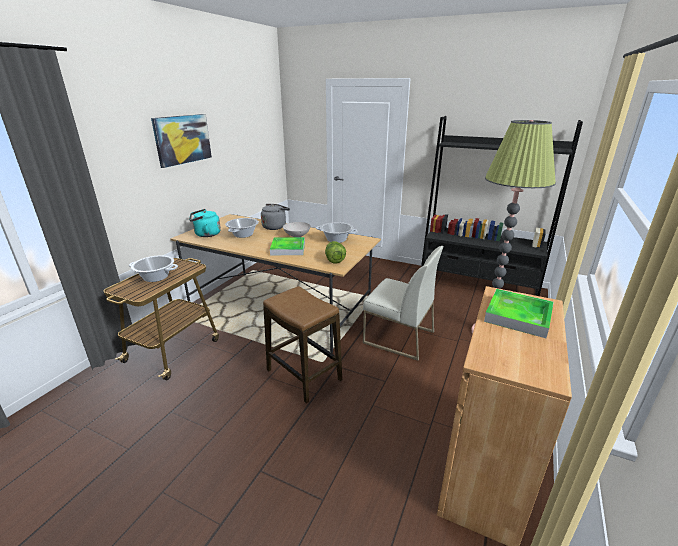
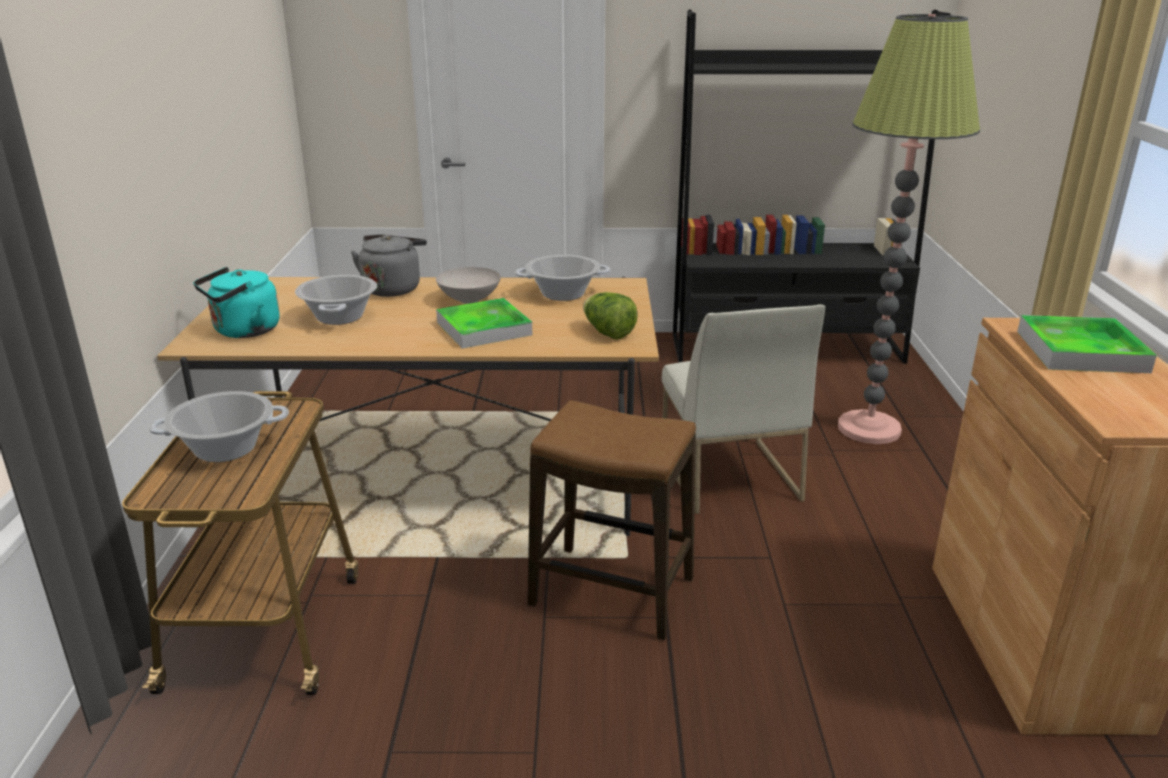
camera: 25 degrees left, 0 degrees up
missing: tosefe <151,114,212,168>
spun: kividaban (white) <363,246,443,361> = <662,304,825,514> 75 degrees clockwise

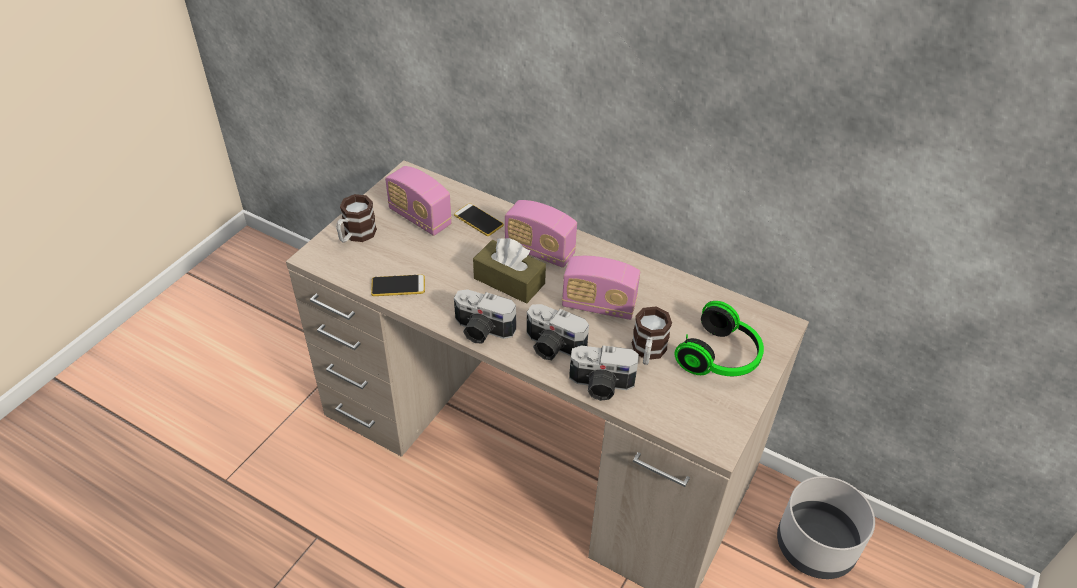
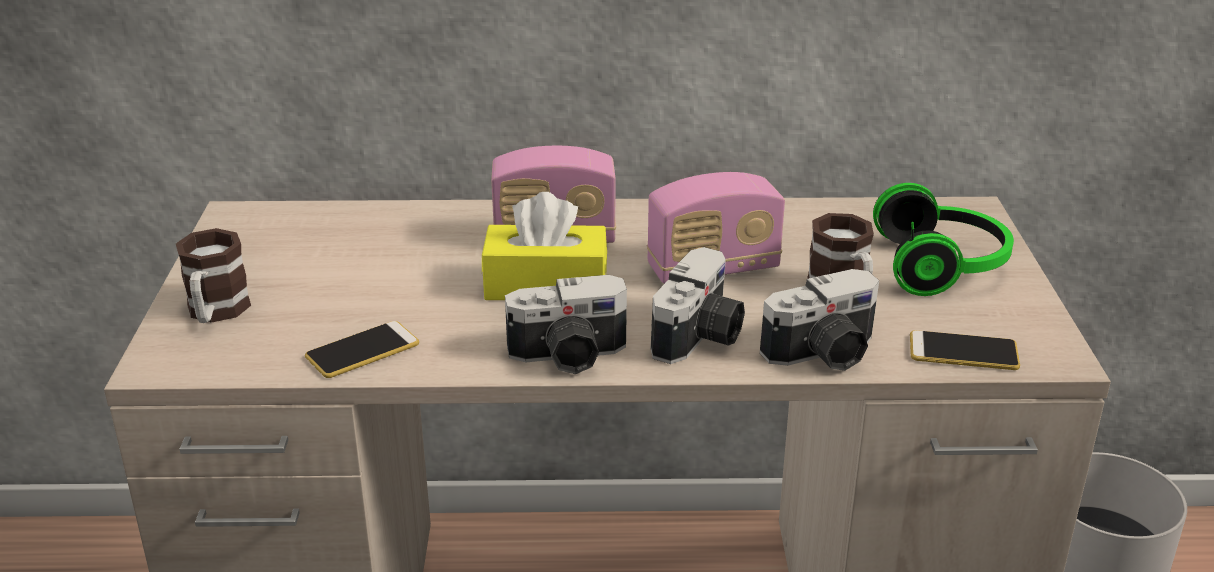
camera: 30 degrees left, 15 degrees down
missing: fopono <385,166,452,236>
relocated: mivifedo <454,203,504,236> to <910,330,1020,370>
colour: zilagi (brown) <473,238,546,304> to zilagi (yellow) <482,192,607,300>
spun: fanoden <527,304,589,360> = <651,247,745,364> 60 degrees counterclockwise

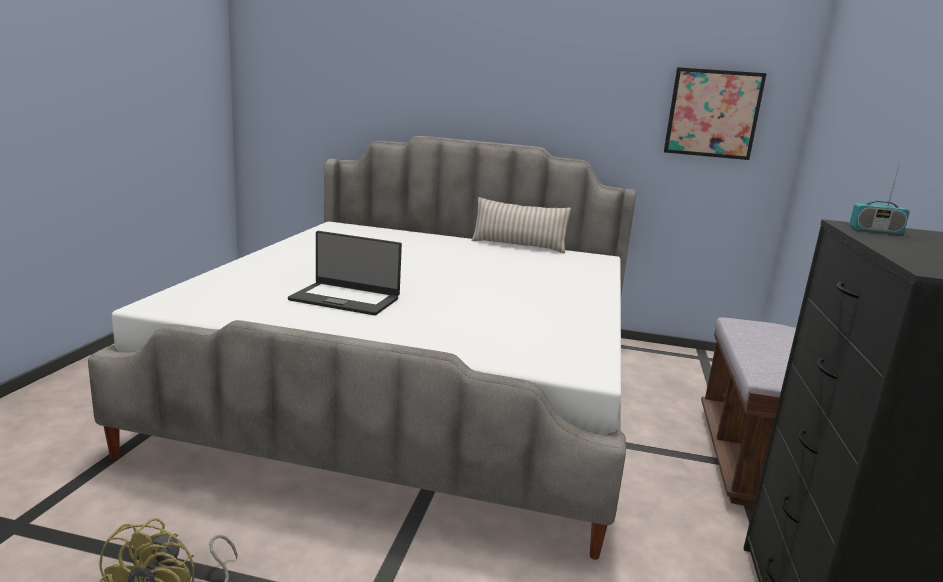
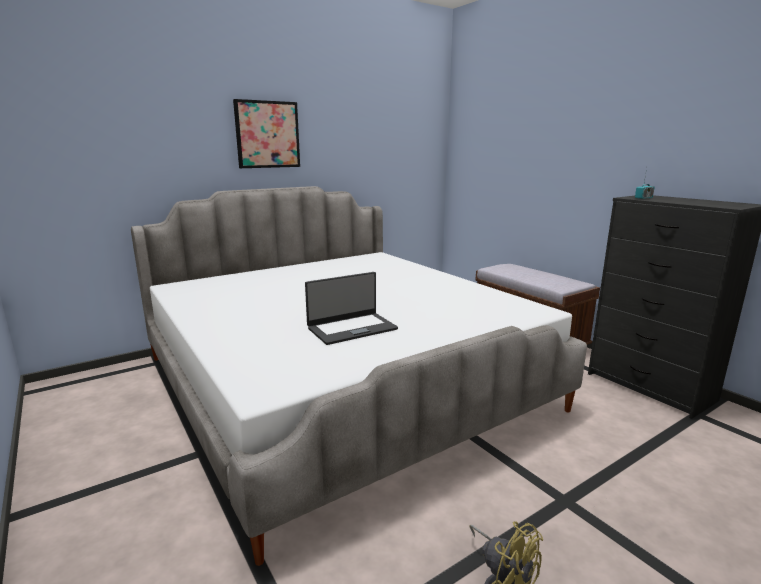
camera: 45 degrees left, 0 degrees up
missing: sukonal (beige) <471,197,571,253>
relocated: tosefe <664,67,767,160> to <233,99,300,168>

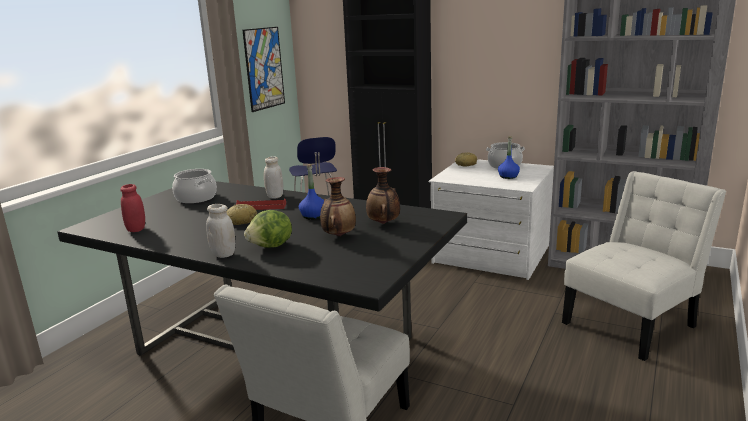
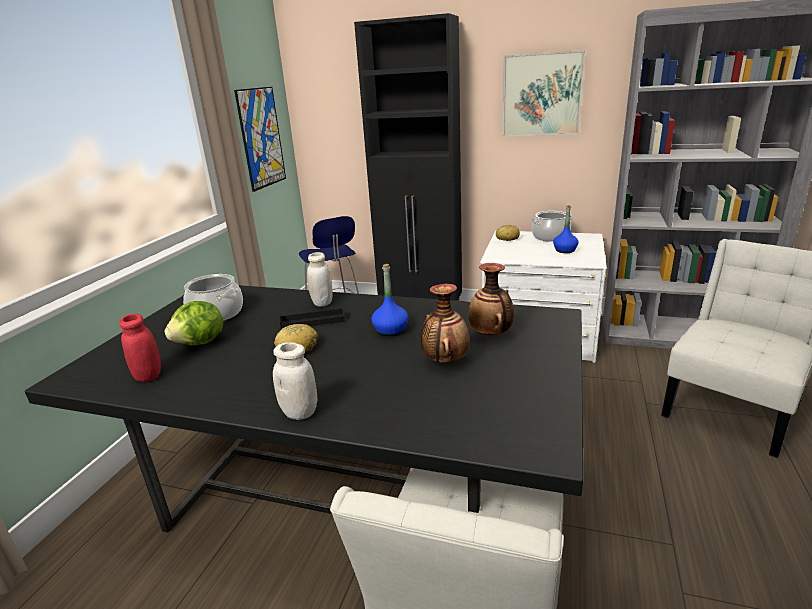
camera: 10 degrees left, 5 degrees up
appeared: tosefe <502,50,585,136>
relocated: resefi <244,210,292,248> to <164,301,223,346>
colour: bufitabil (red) <236,198,286,210> to bufitabil (black) <280,308,345,329>

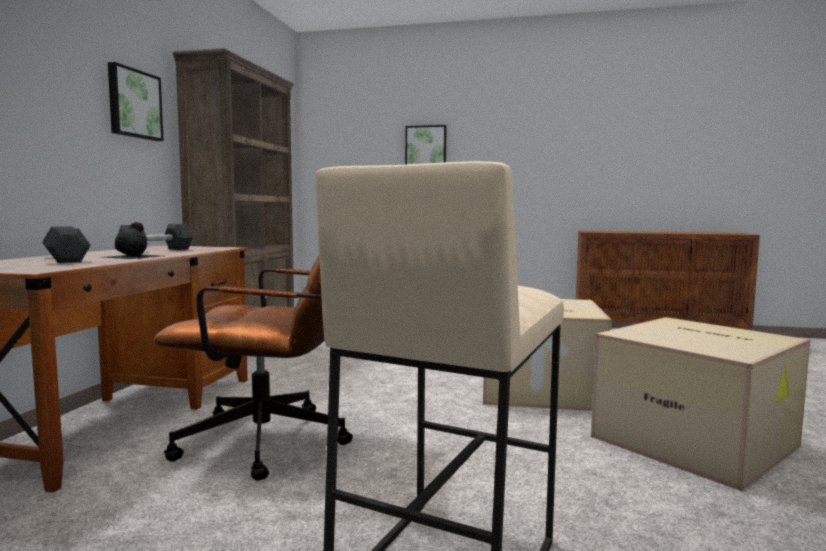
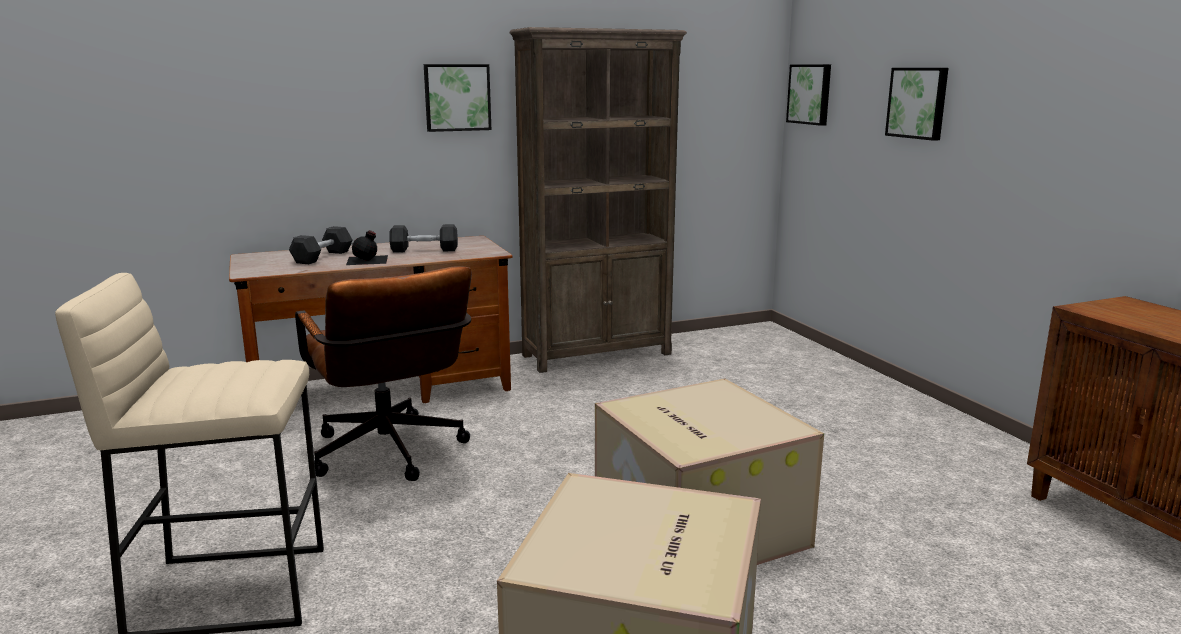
camera: 55 degrees right, 10 degrees up
appeared: tosefe <786,64,831,126>

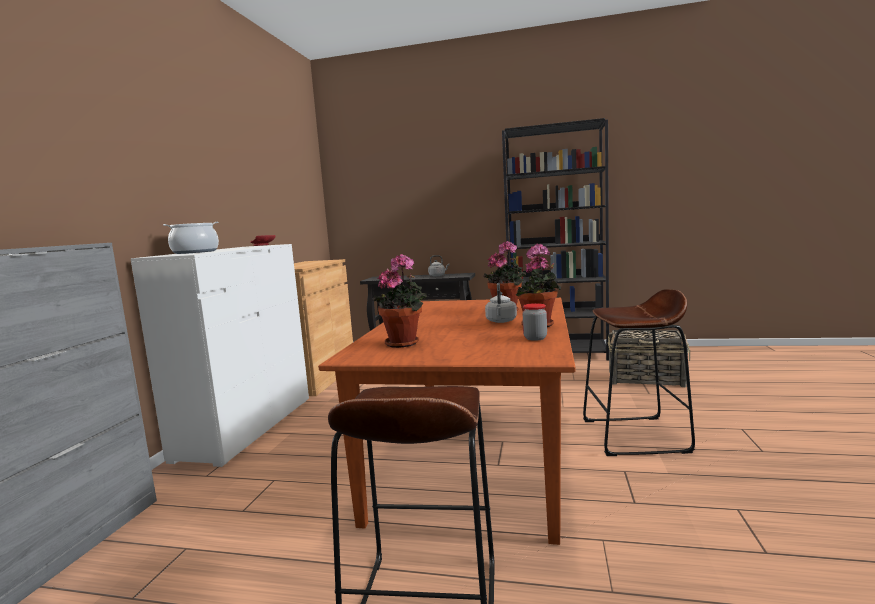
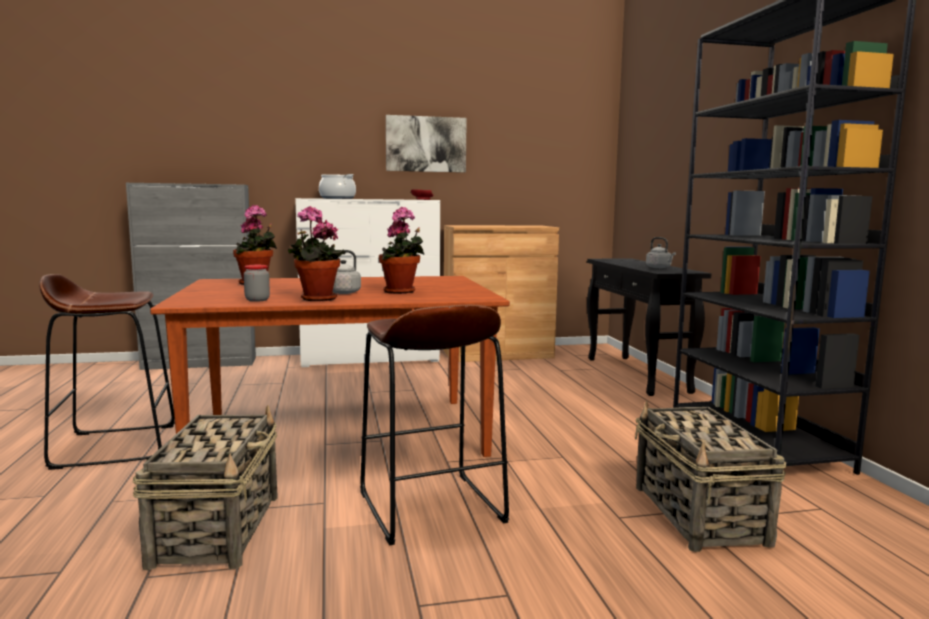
camera: 65 degrees right, 0 degrees up
appeared: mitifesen <132,405,278,570>; tosefe <386,115,467,173>

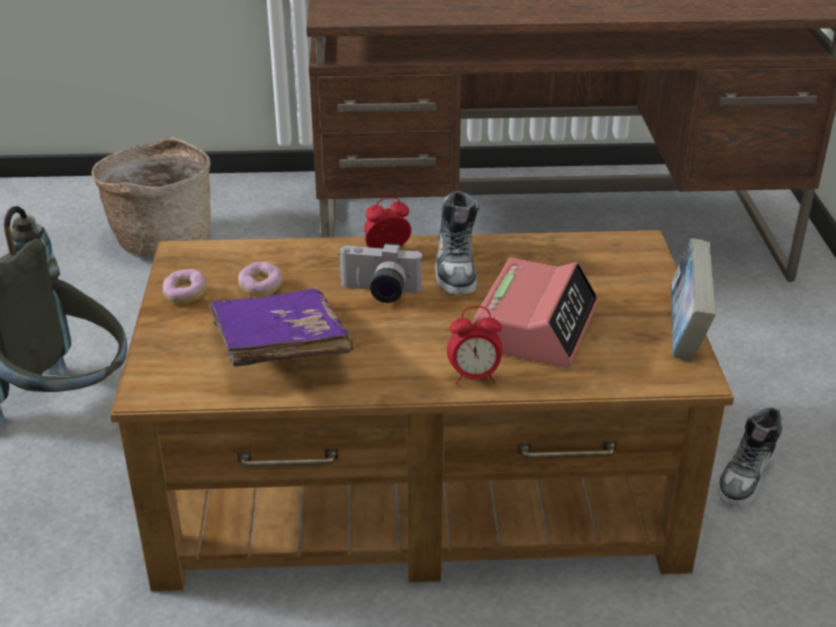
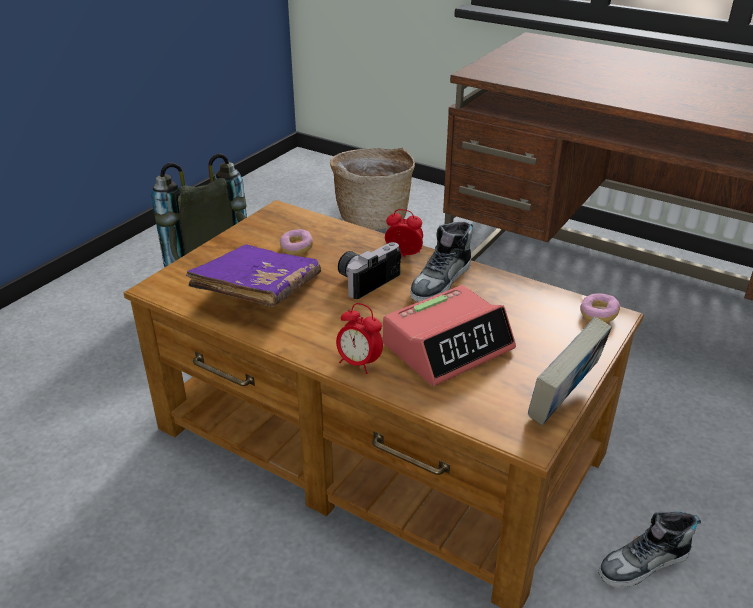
camera: 35 degrees right, 0 degrees up
relocated: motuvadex <163,269,206,304> to <580,293,620,323>
spun: fanoden <338,243,423,303> = <338,242,401,299> 90 degrees clockwise

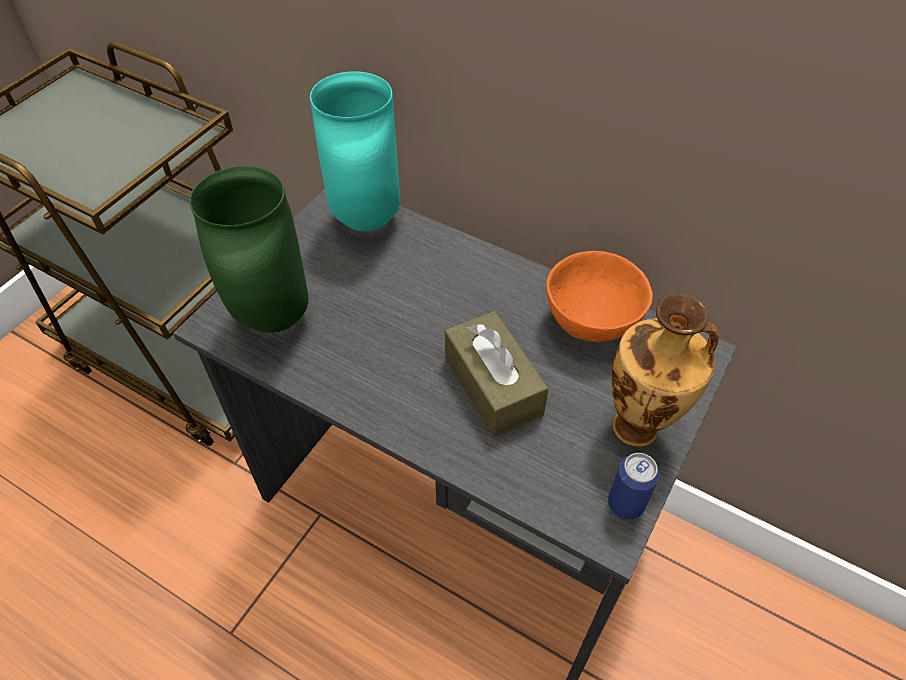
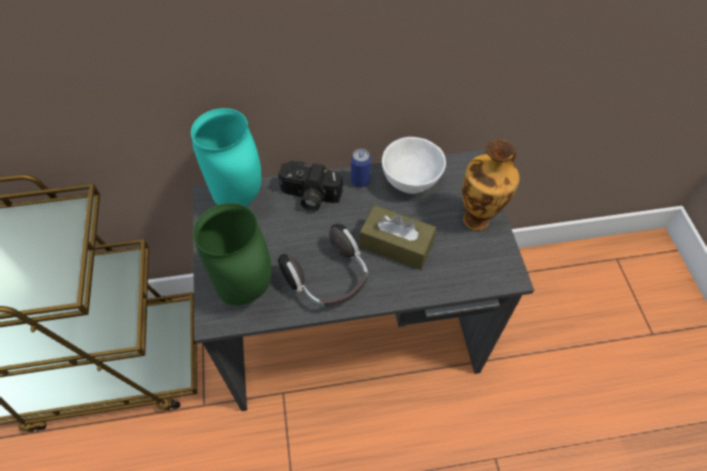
camera: 40 degrees left, 5 degrees up
appeared: fanoden <278,161,343,211>; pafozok <278,224,368,307>
relocated: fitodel <608,453,659,519> to <351,149,371,187>
colour: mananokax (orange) <546,251,653,342> to mananokax (white) <382,137,446,194>

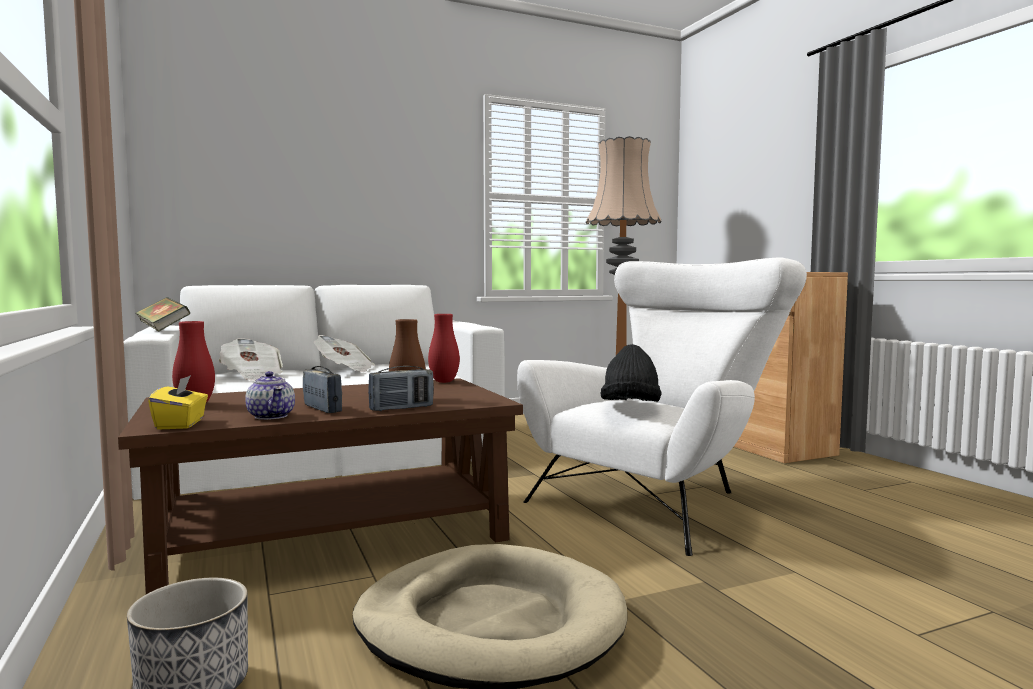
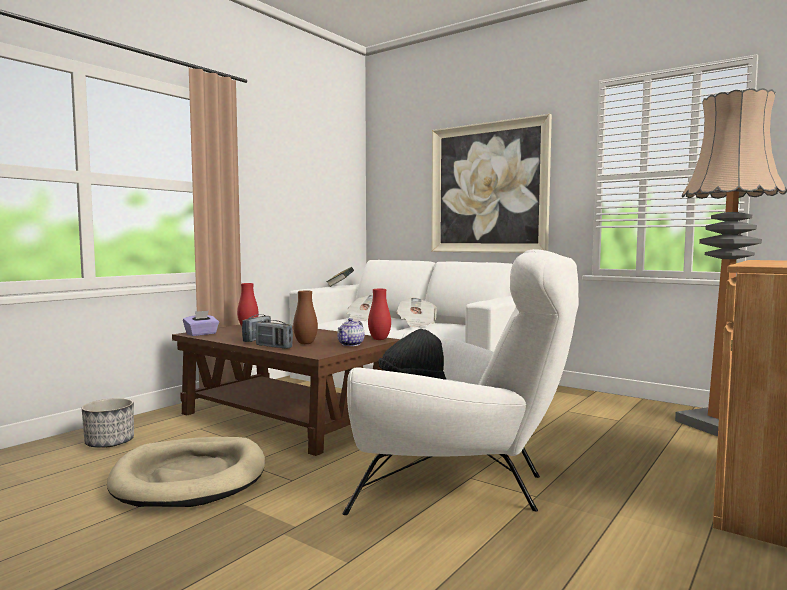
camera: 60 degrees right, 0 degrees up
appeared: tosefe <431,114,552,253>
relocated: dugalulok <245,371,295,420> to <337,318,365,346>
colour: zilagi (yellow) <148,375,208,430> to zilagi (purple) <183,311,219,336>

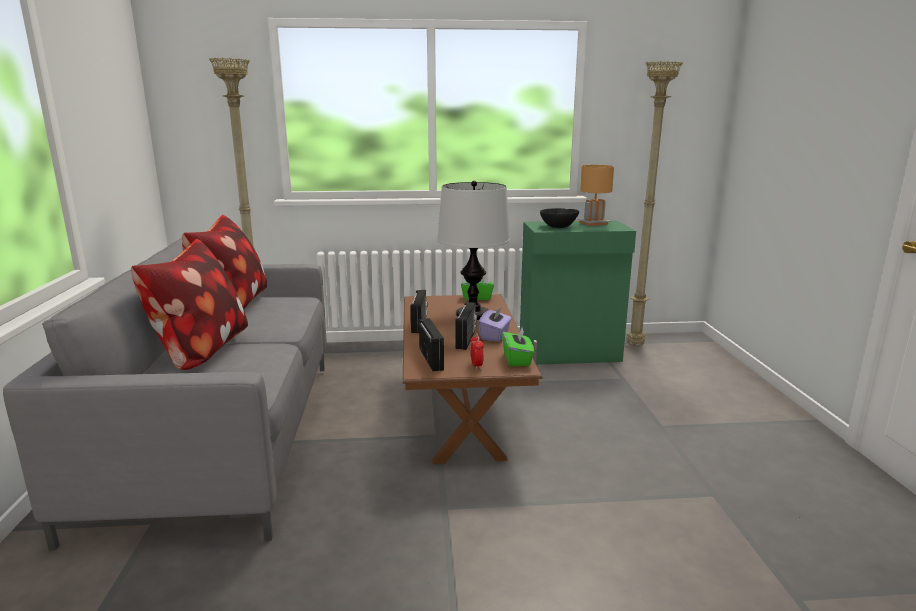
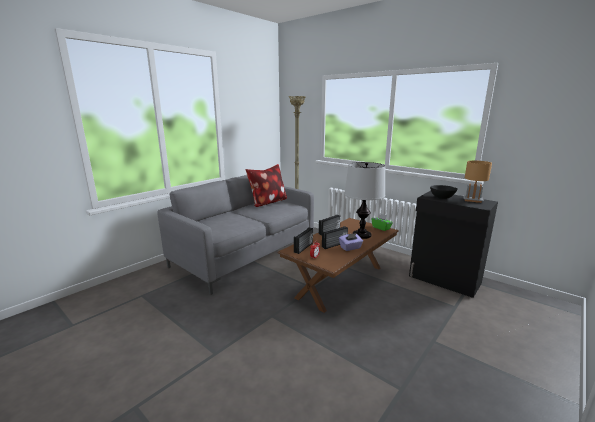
camera: 45 degrees right, 0 degrees up
missing: sukonal <131,239,248,370>; zilagi (green) <502,328,534,366>; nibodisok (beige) <626,61,683,347>
colour: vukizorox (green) <520,220,636,365> to vukizorox (black) <409,191,498,298>

